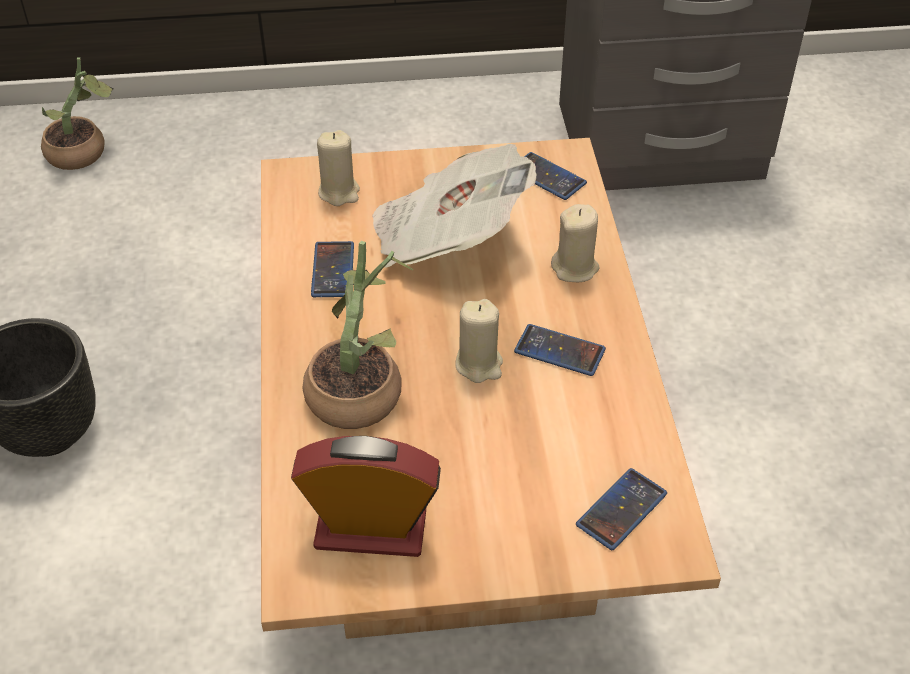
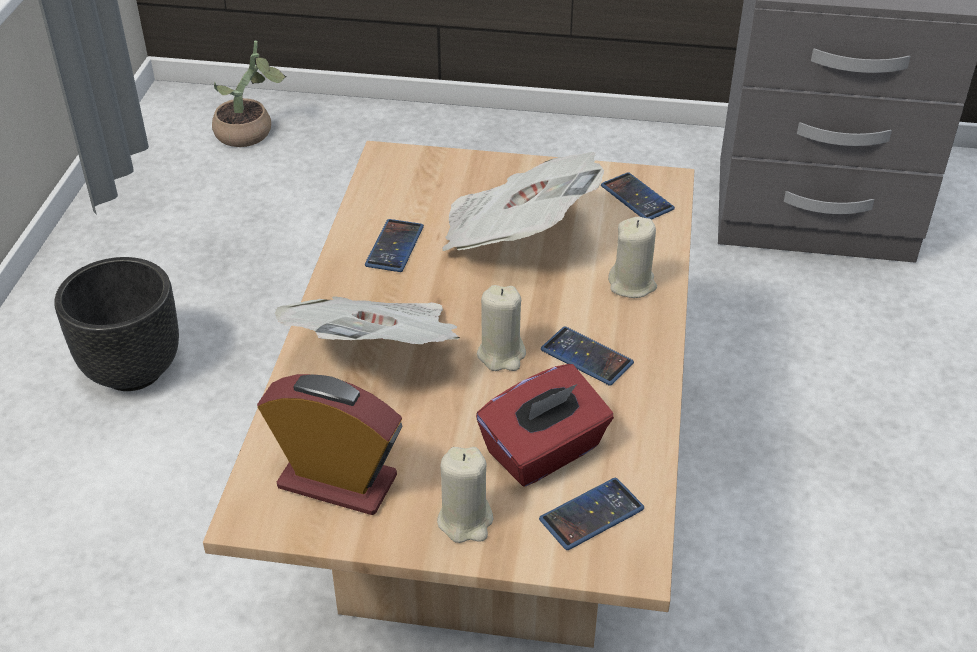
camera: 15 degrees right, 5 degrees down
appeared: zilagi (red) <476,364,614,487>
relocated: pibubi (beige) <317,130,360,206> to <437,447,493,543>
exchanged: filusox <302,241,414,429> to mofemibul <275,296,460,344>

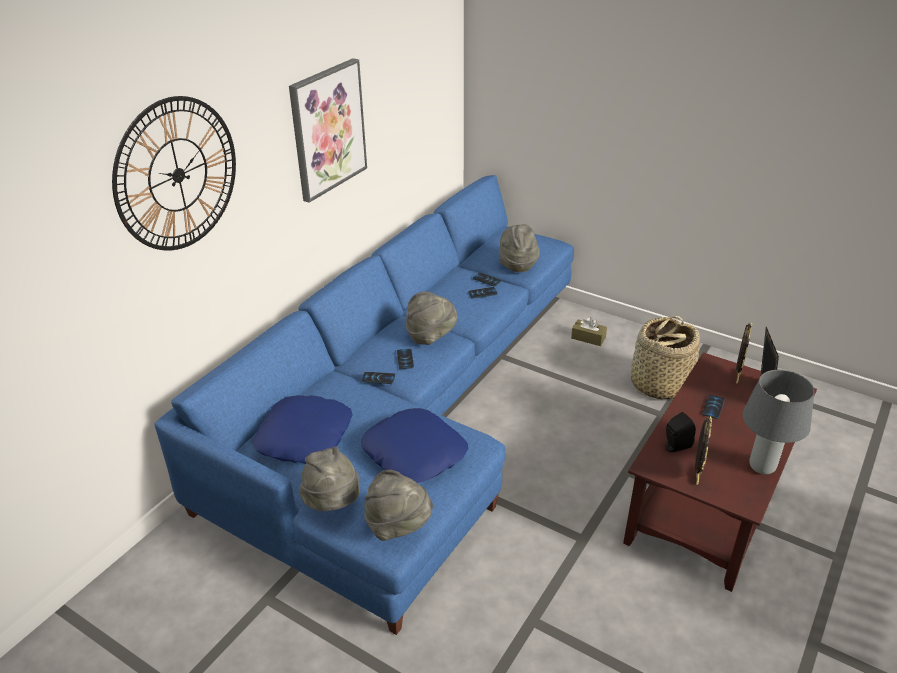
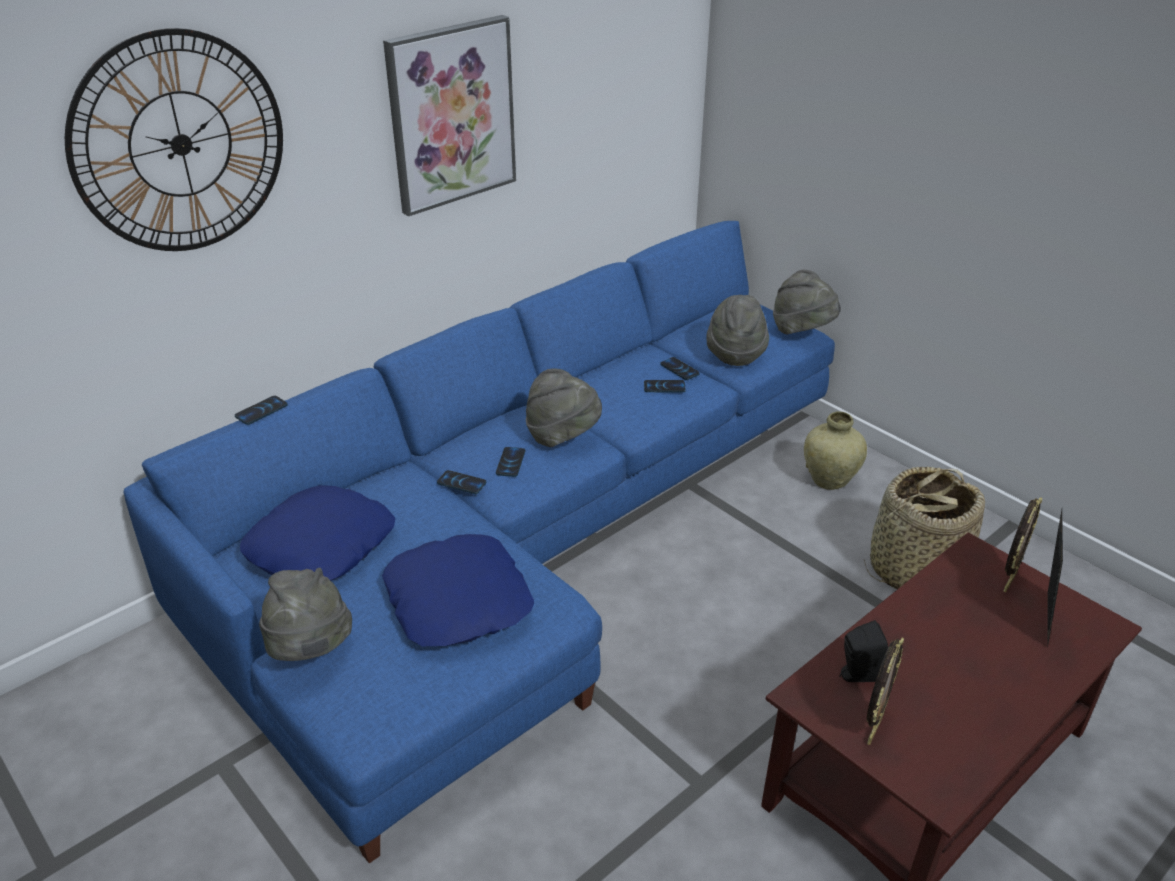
camera: 15 degrees right, 0 degrees up
missing: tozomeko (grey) <742,370,815,475>
relocated: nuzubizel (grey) <364,469,433,541> to <773,270,841,334>; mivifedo <702,395,725,419> to <235,396,288,425>
exchanged: zilagi (brown) <571,317,607,346> to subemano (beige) <804,412,867,490>

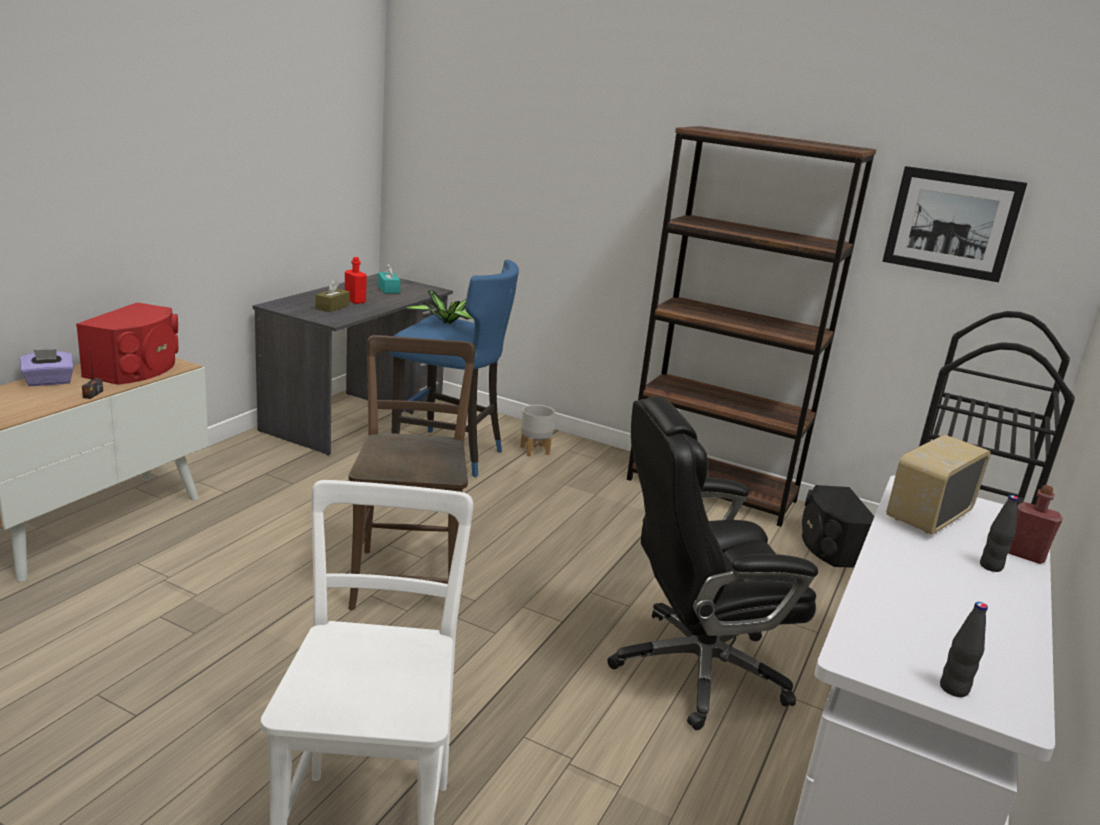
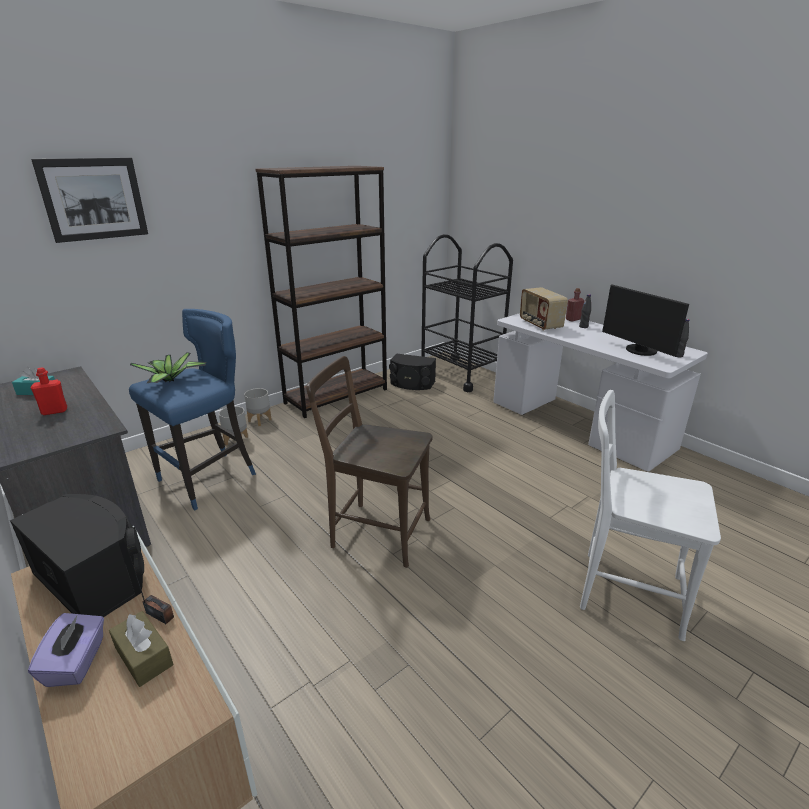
camera: 65 degrees left, 5 degrees up
missing: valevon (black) <607,396,818,730>
appeared: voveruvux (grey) <244,388,272,426>; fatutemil <602,284,689,357>
relocated: zilagi (brown) <316,279,350,312> to <109,611,174,687>; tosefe <882,166,1027,282> to <31,158,148,243>
colour: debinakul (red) <76,302,178,385> to debinakul (black) <10,494,144,617>

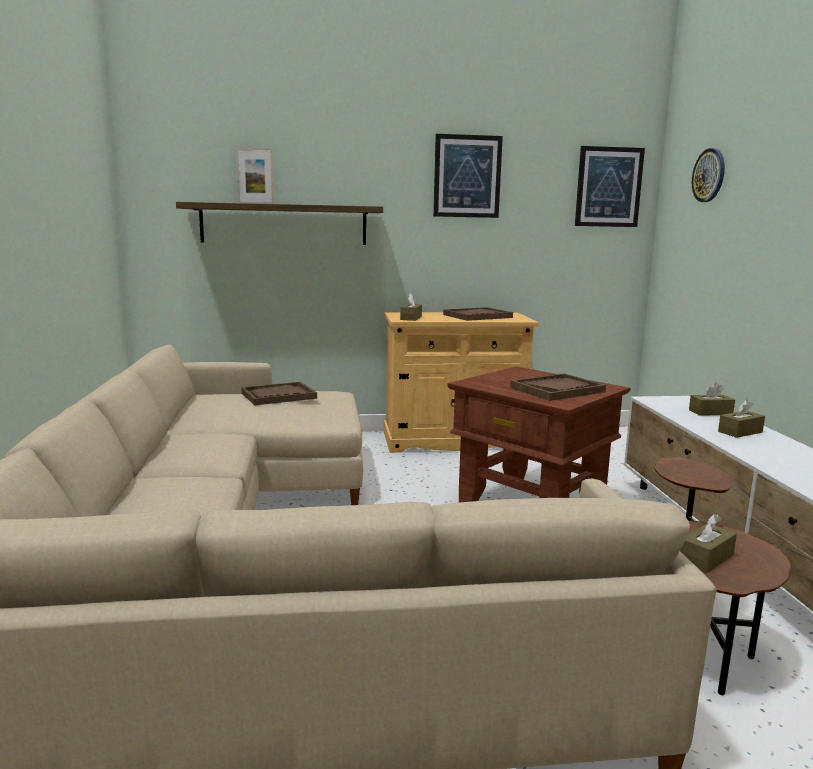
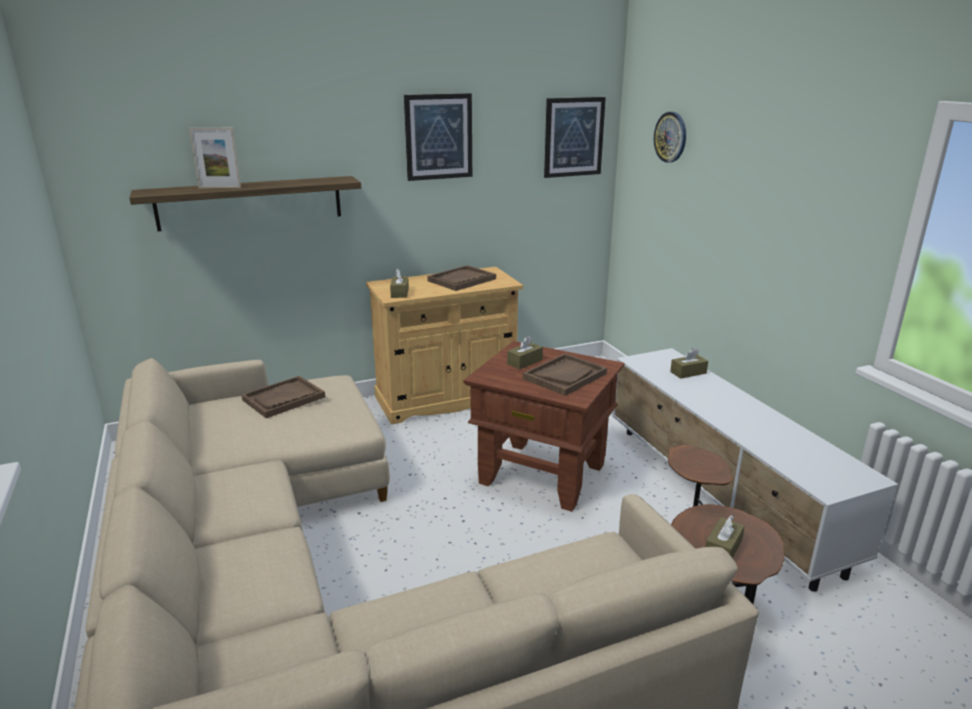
camera: 15 degrees left, 10 degrees up
relocated: zilagi (brown) <718,399,765,438> to <507,336,543,369>

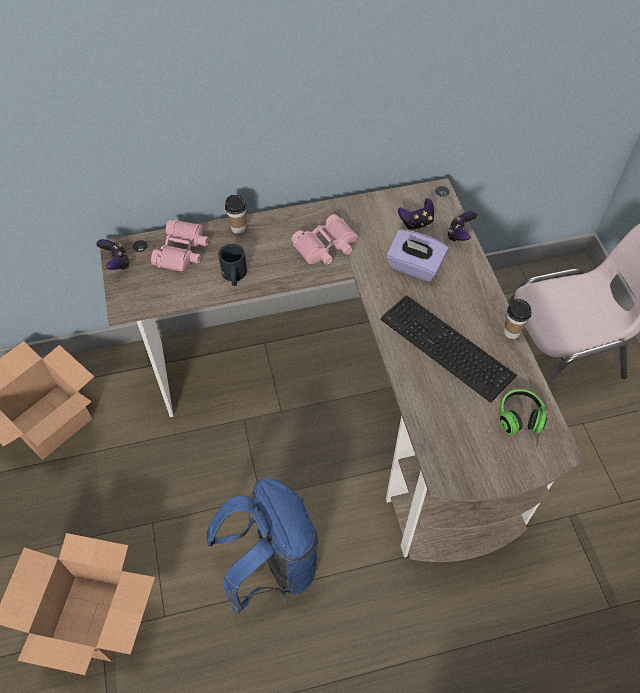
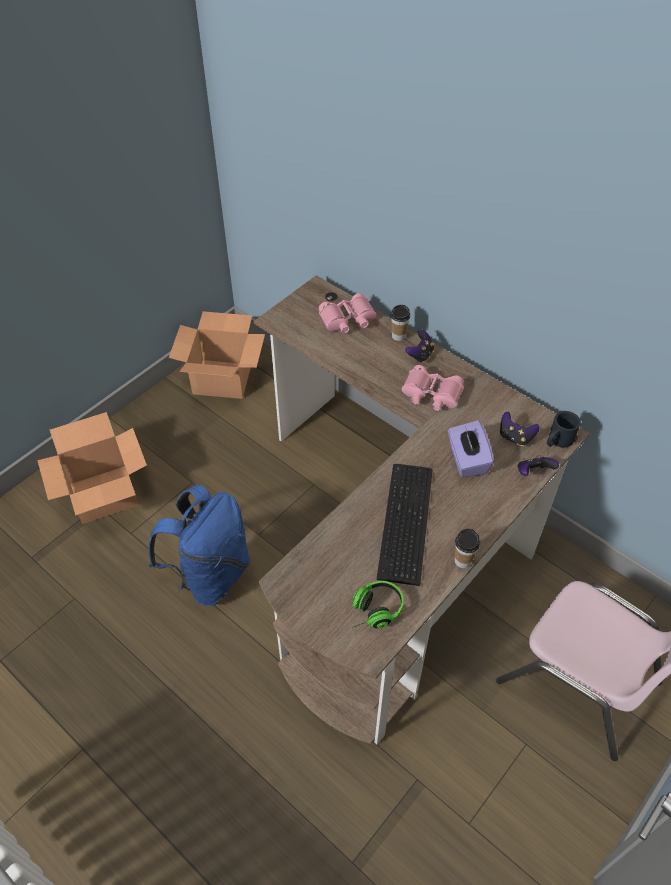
camera: 55 degrees right, 5 degrees down
relocated: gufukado <96,239,130,270> to <405,329,434,363>; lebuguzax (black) <218,244,247,286> to <547,411,581,448>

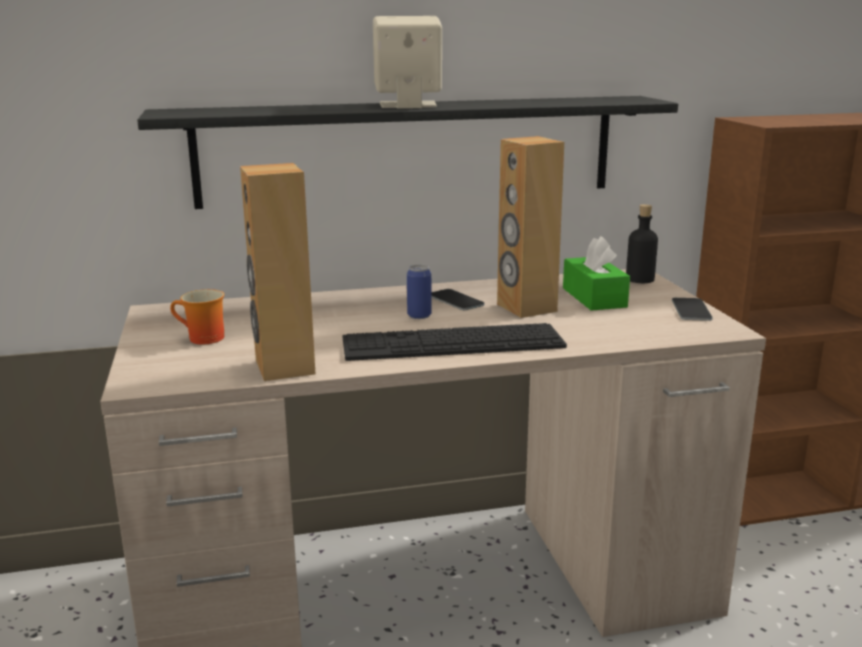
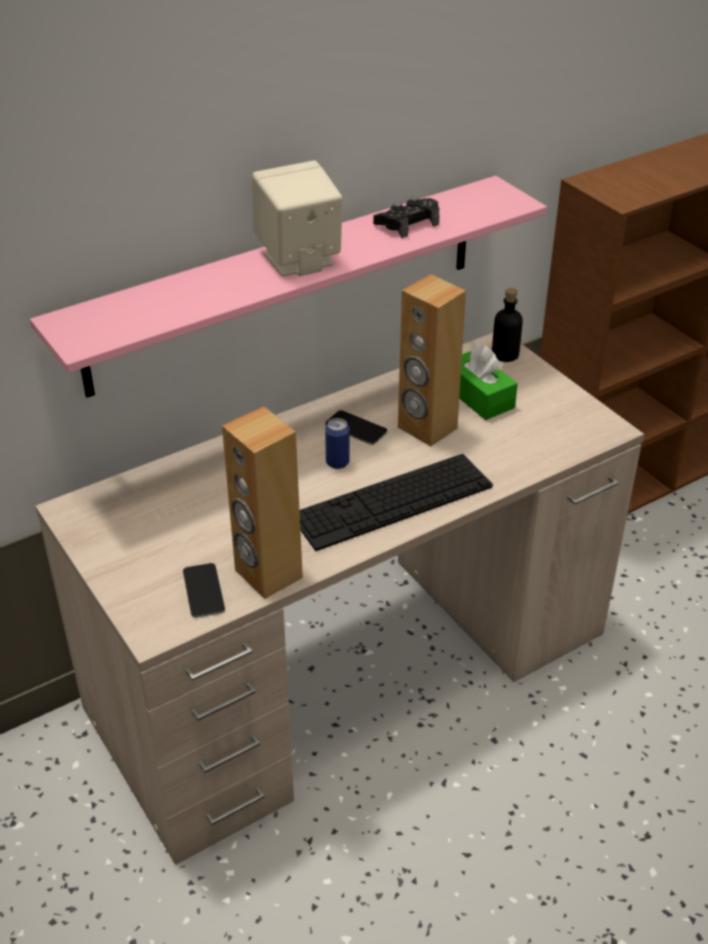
camera: 20 degrees left, 20 degrees up
missing: lebuguzax <170,289,224,345>
appeared: gufukado (black) <373,196,439,238>
relocated: mivifedo <672,298,713,321> to <183,563,225,618>
colour: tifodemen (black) <137,96,678,209> to tifodemen (pink) <30,176,547,398>

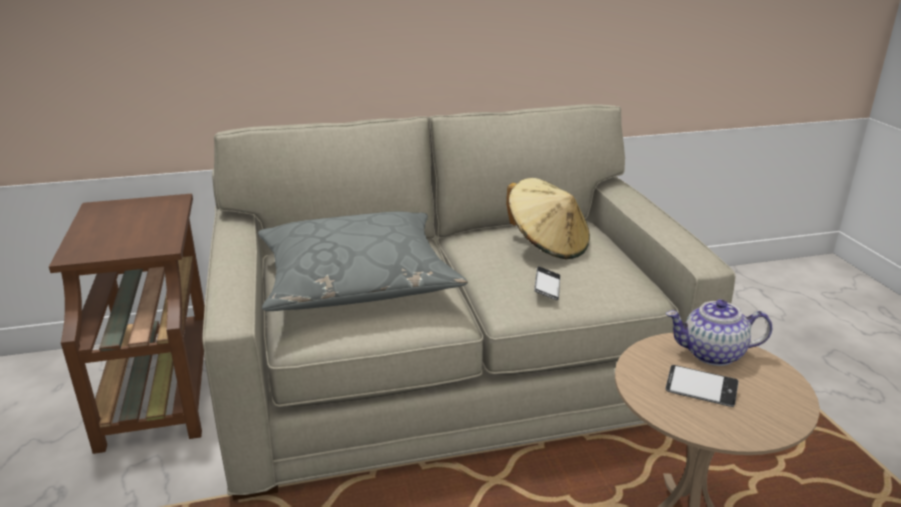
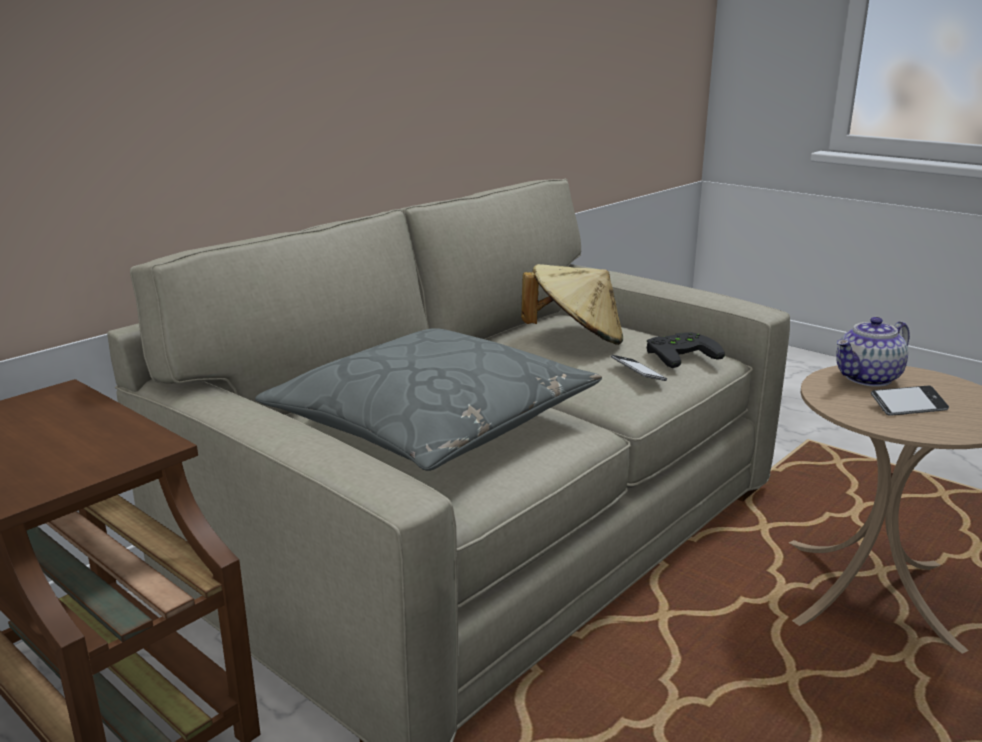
camera: 35 degrees left, 5 degrees down
appeared: gufukado (black) <647,332,725,368>

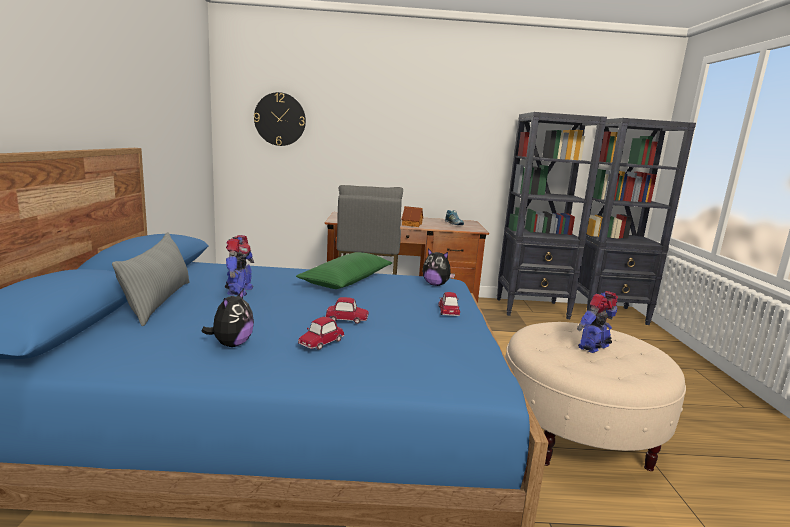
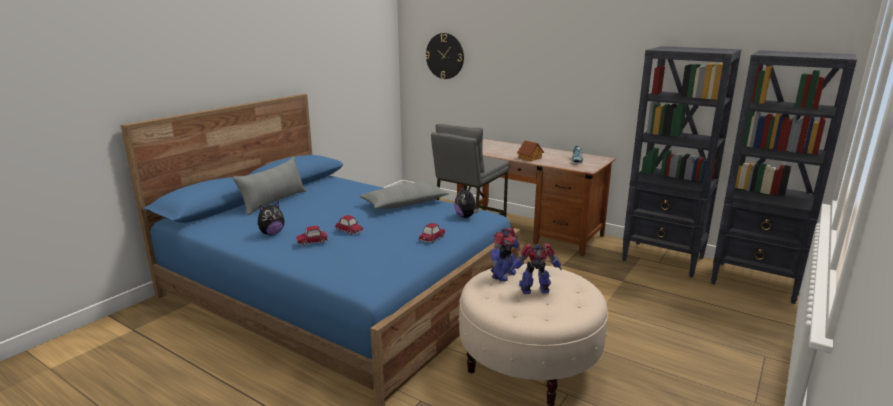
camera: 35 degrees right, 5 degrees up
relocated: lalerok <225,235,254,296> to <491,227,521,282>
colour: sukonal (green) <296,252,392,289> to sukonal (grey) <360,182,449,209>

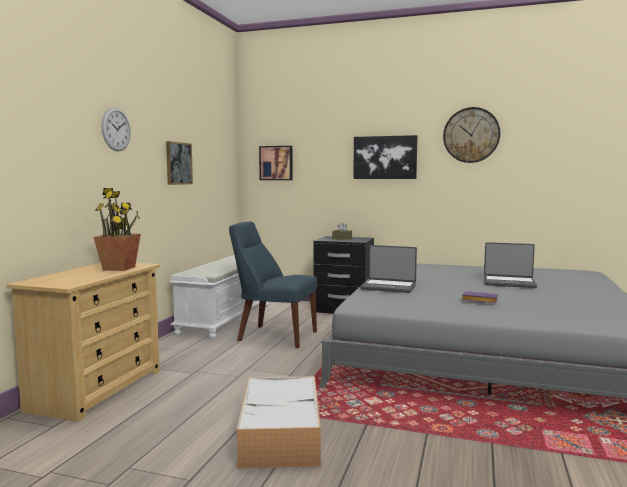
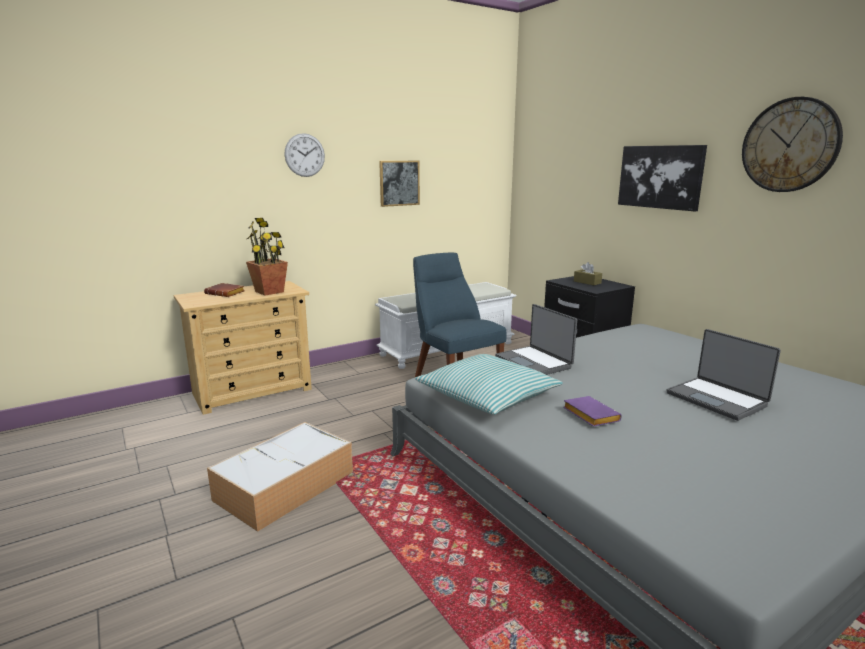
camera: 40 degrees right, 10 degrees up
missing: tosefe <259,146,293,180>
appeared: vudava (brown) <204,283,245,297>; sukonal <415,354,563,415>

